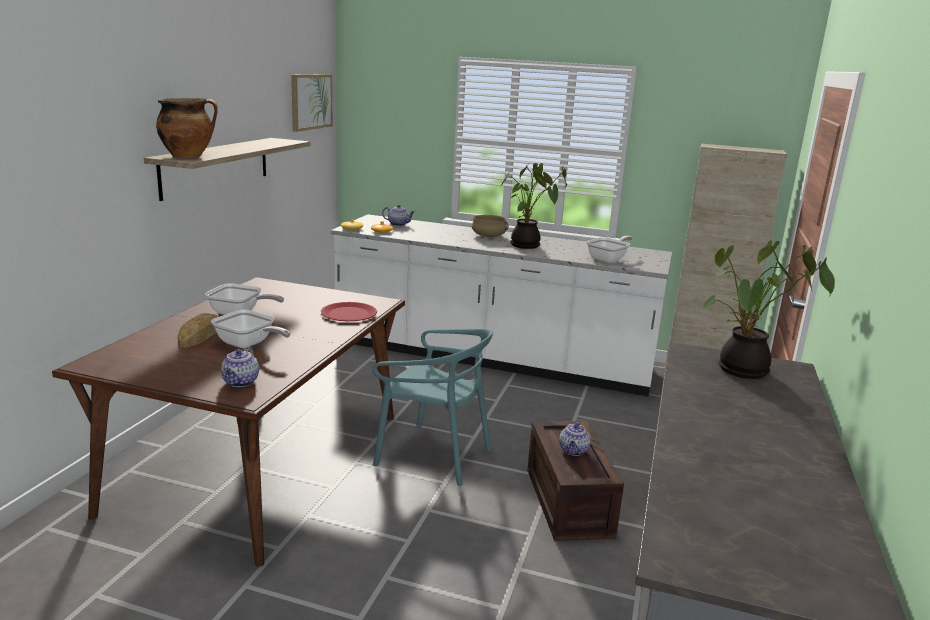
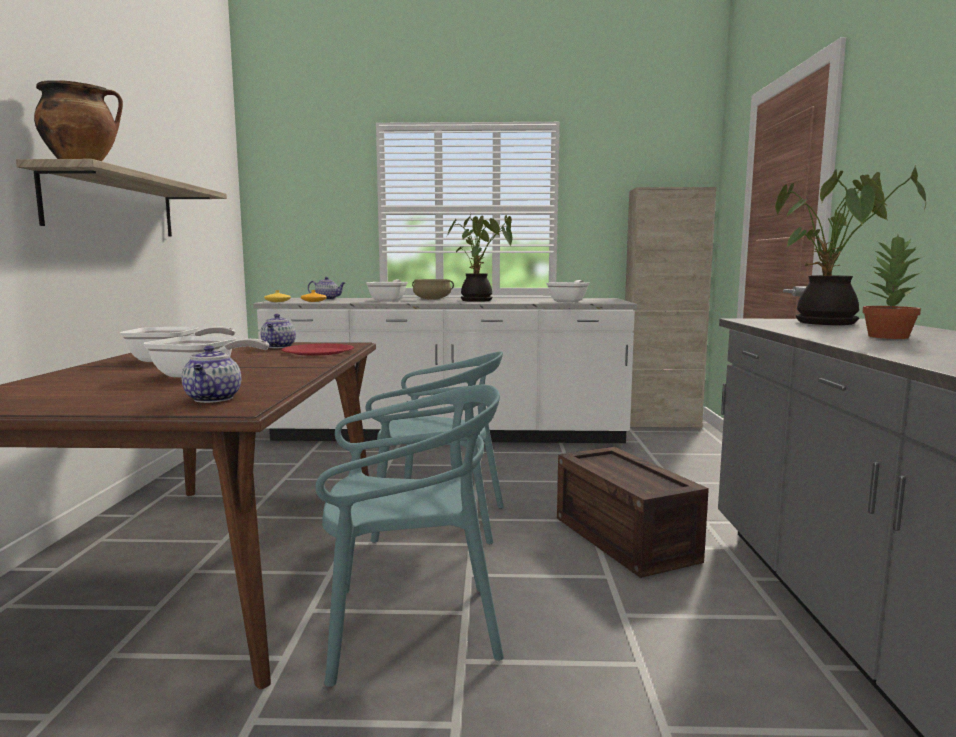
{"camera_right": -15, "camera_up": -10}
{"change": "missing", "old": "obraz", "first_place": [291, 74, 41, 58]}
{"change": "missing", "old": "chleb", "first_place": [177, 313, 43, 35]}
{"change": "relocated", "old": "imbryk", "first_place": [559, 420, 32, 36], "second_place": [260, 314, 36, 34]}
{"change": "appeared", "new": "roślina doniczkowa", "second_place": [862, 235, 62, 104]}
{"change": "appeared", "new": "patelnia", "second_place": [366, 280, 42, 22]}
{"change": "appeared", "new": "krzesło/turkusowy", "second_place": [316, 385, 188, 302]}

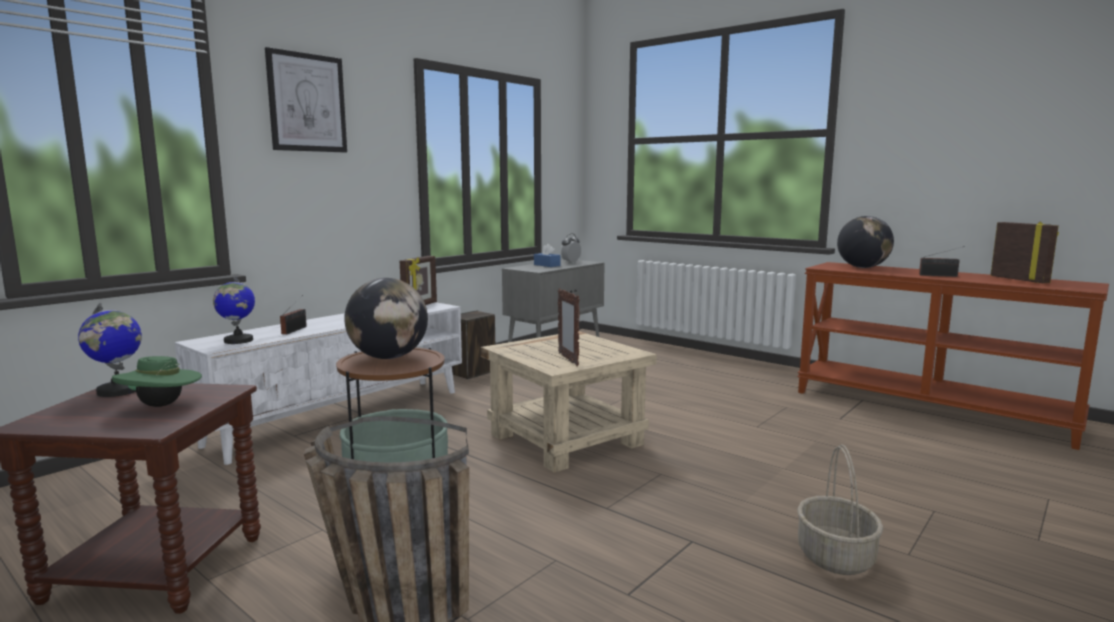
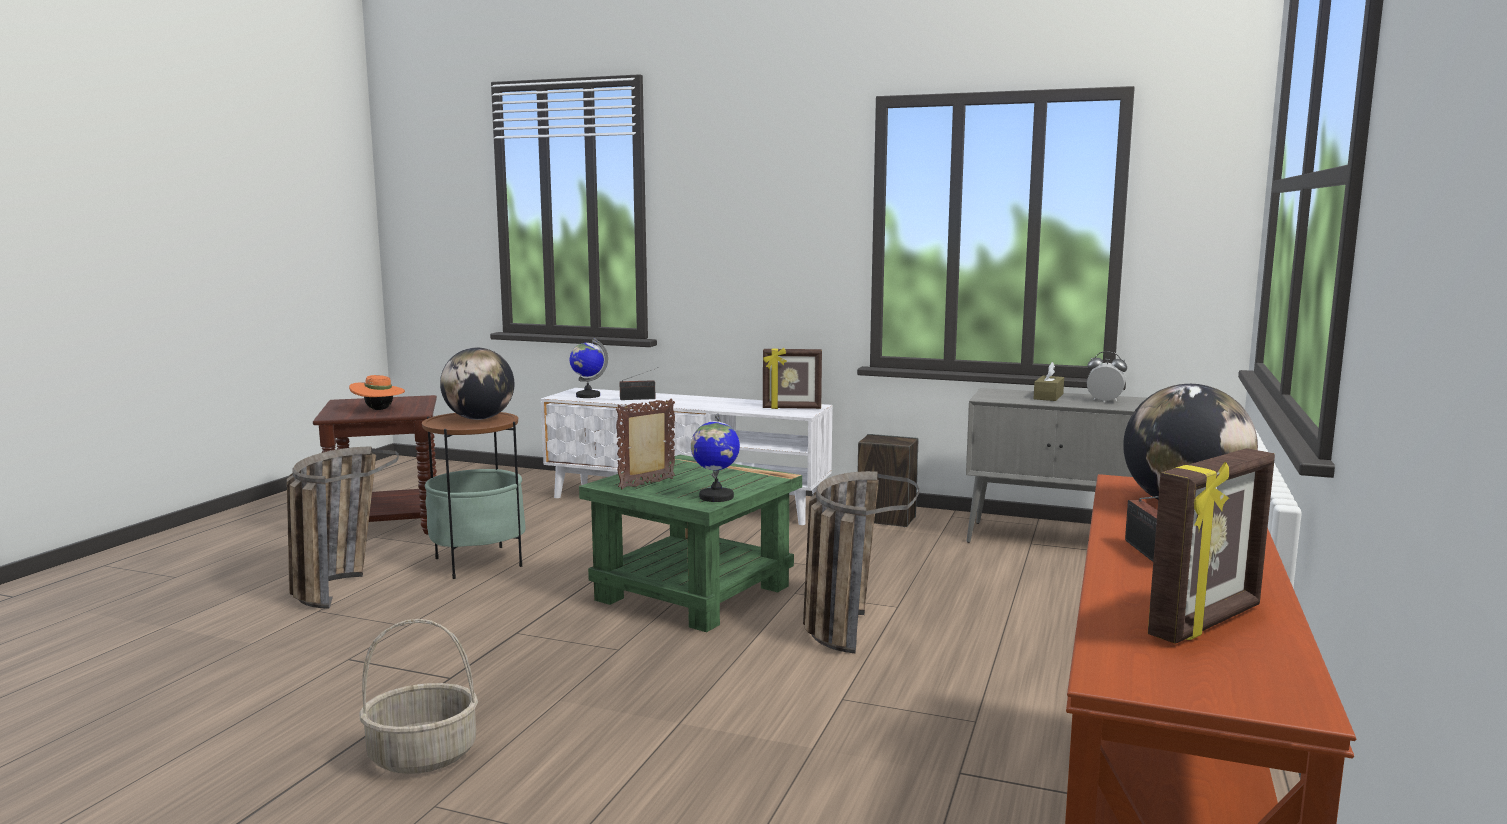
{"camera_right": 70, "camera_up": 0}
{"change": "missing", "old": "obraz", "first_place": [265, 47, 82, 106]}
{"change": "colour", "old": "pudełko chusteczek/niebieski", "new": "pudełko chusteczek/brązowy", "first_place": [534, 244, 26, 23], "second_place": [1034, 362, 30, 39]}
{"change": "relocated", "old": "globus", "first_place": [78, 303, 64, 94], "second_place": [691, 413, 49, 89]}
{"change": "colour", "old": "stolik/beżowy", "new": "stolik/zielony", "first_place": [481, 331, 176, 142], "second_place": [579, 455, 223, 177]}
{"change": "colour", "old": "kapelusz/zielony", "new": "kapelusz/pomarańczowy", "first_place": [112, 356, 90, 51], "second_place": [349, 375, 56, 35]}
{"change": "appeared", "new": "koszyk", "second_place": [803, 471, 116, 183]}

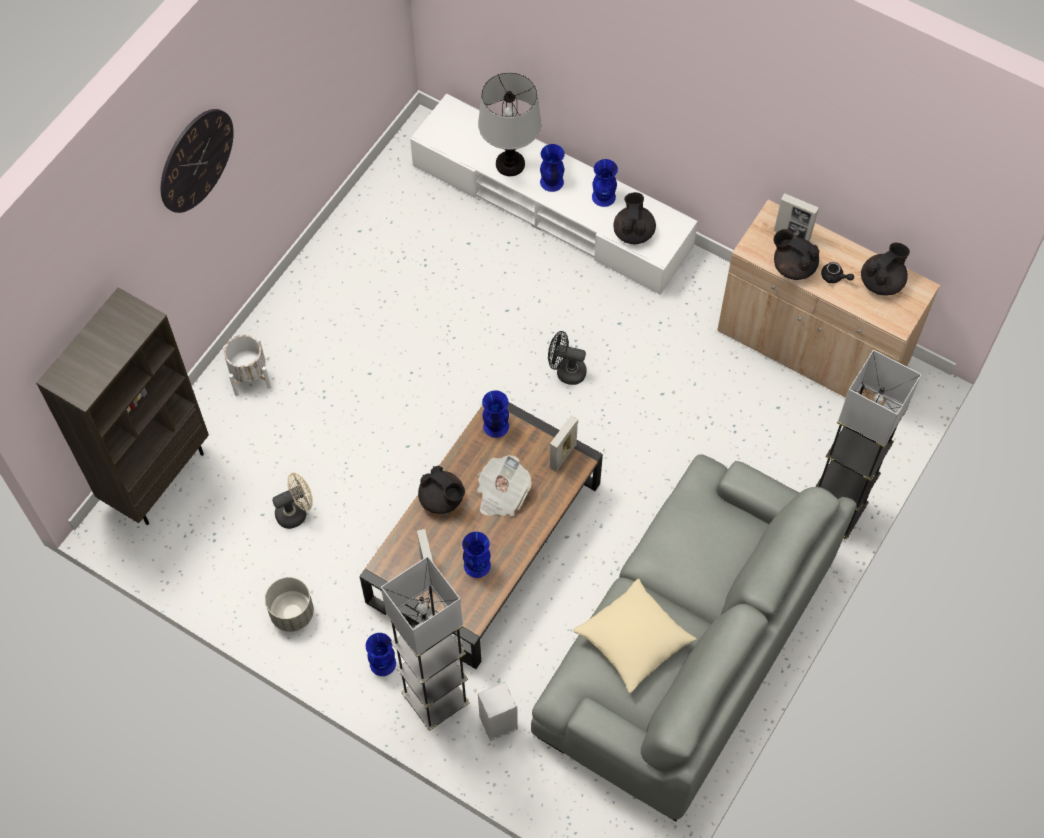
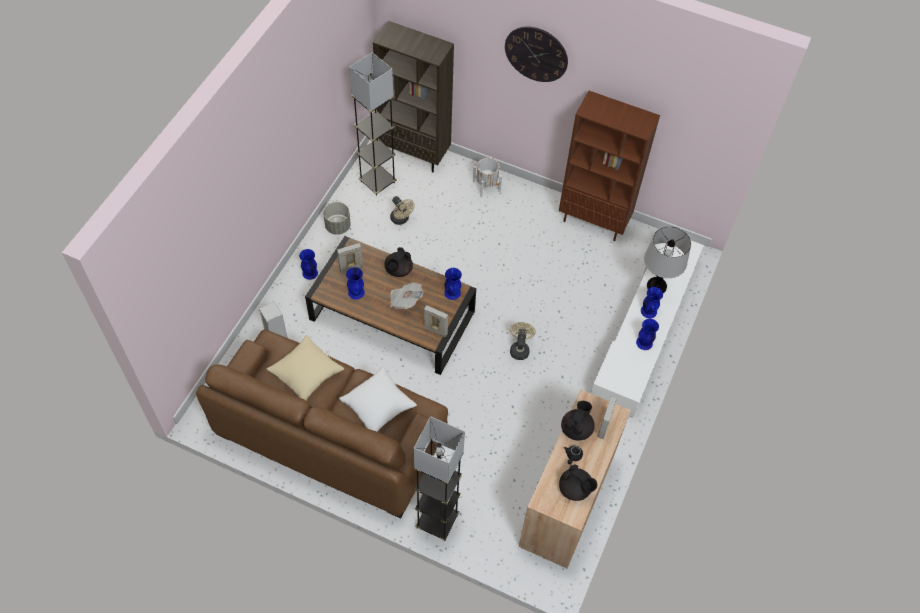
{"camera_right": 80, "camera_up": -5}
{"change": "missing", "old": "imbryk/czarny", "first_place": [613, 192, 43, 52]}
{"change": "colour", "old": "wentylator/czarny", "new": "wentylator/beżowy", "first_place": [548, 331, 39, 54], "second_place": [510, 322, 26, 38]}
{"change": "colour", "old": "kanapa/szary", "new": "kanapa/brązowy", "first_place": [531, 454, 326, 368], "second_place": [196, 329, 252, 189]}
{"change": "relocated", "old": "lampa stojąca/szary", "first_place": [381, 556, 89, 175], "second_place": [349, 52, 48, 144]}
{"change": "appeared", "new": "regał/brązowy", "second_place": [559, 90, 101, 151]}
{"change": "appeared", "new": "poduszka/biały", "second_place": [339, 366, 78, 66]}

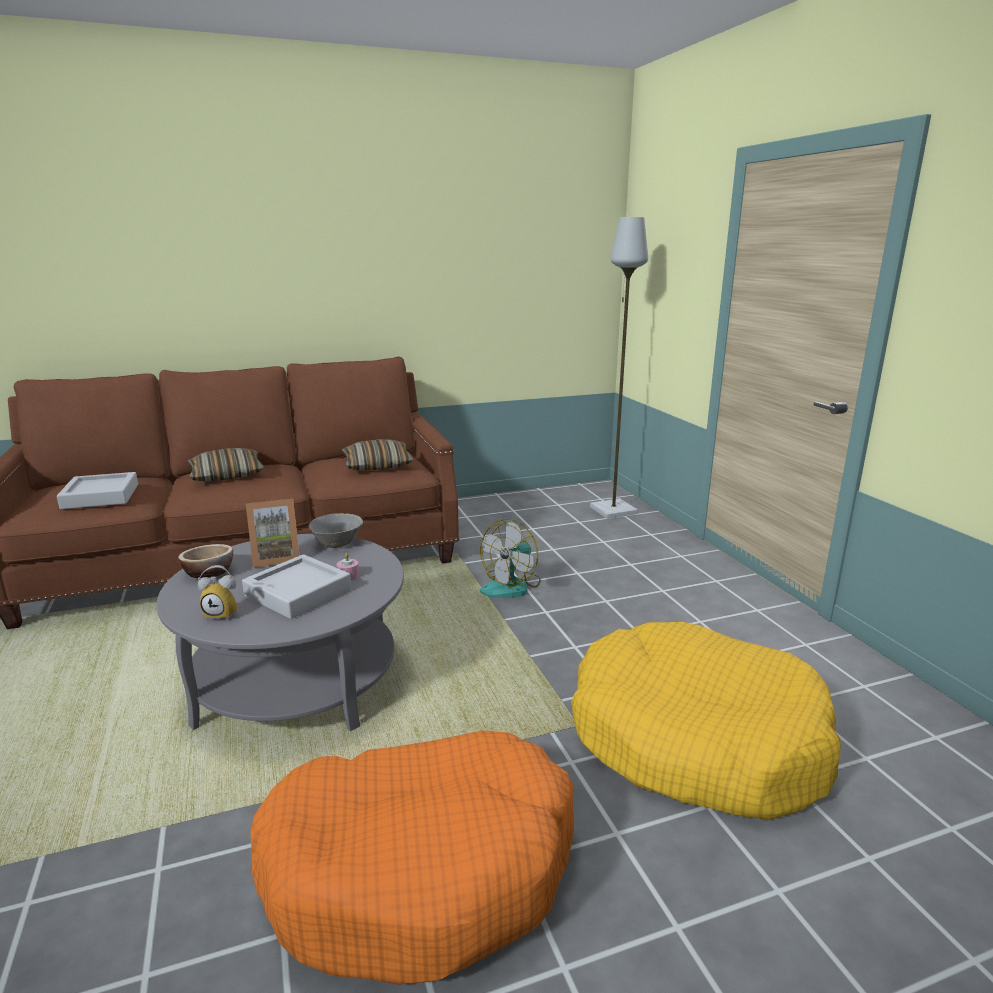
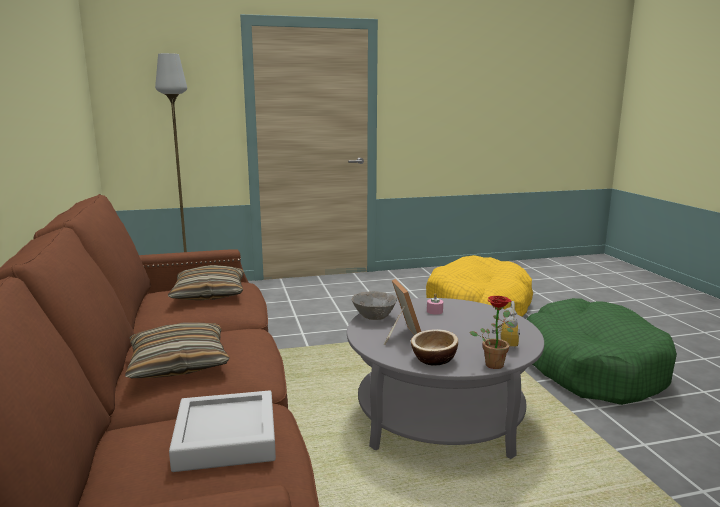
{"camera_right": -85, "camera_up": -5}
{"change": "missing", "old": "wentylator", "first_place": [480, 519, 61, 79]}
{"change": "missing", "old": "taca/szary", "first_place": [242, 554, 109, 65]}
{"change": "colour", "old": "legowisko/pomarańczowy", "new": "legowisko/zielony", "first_place": [250, 731, 324, 254], "second_place": [527, 298, 150, 107]}
{"change": "appeared", "new": "roślina doniczkowa", "second_place": [469, 296, 45, 73]}

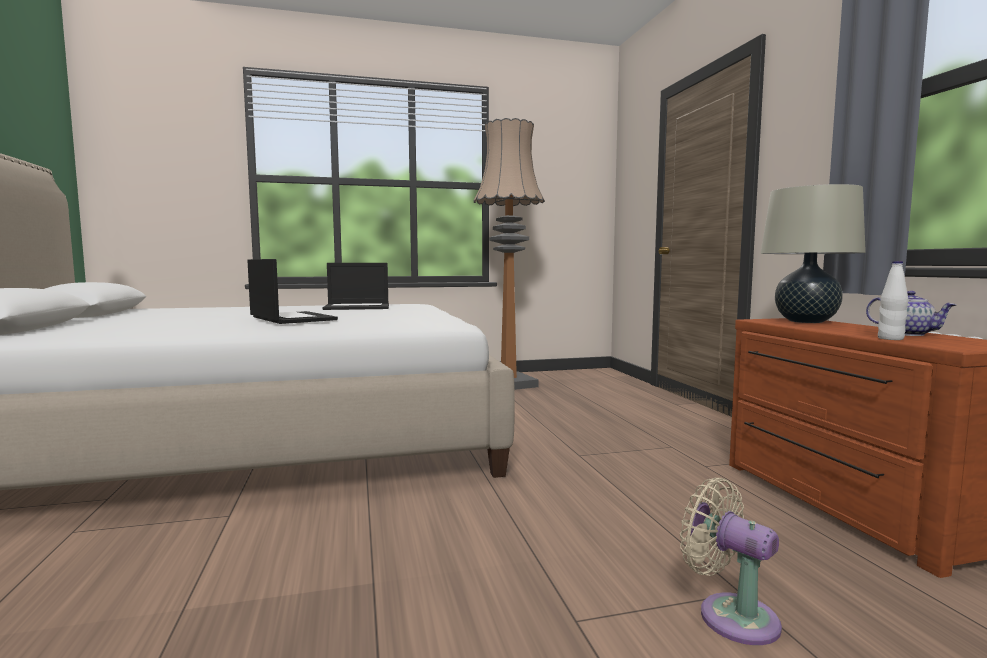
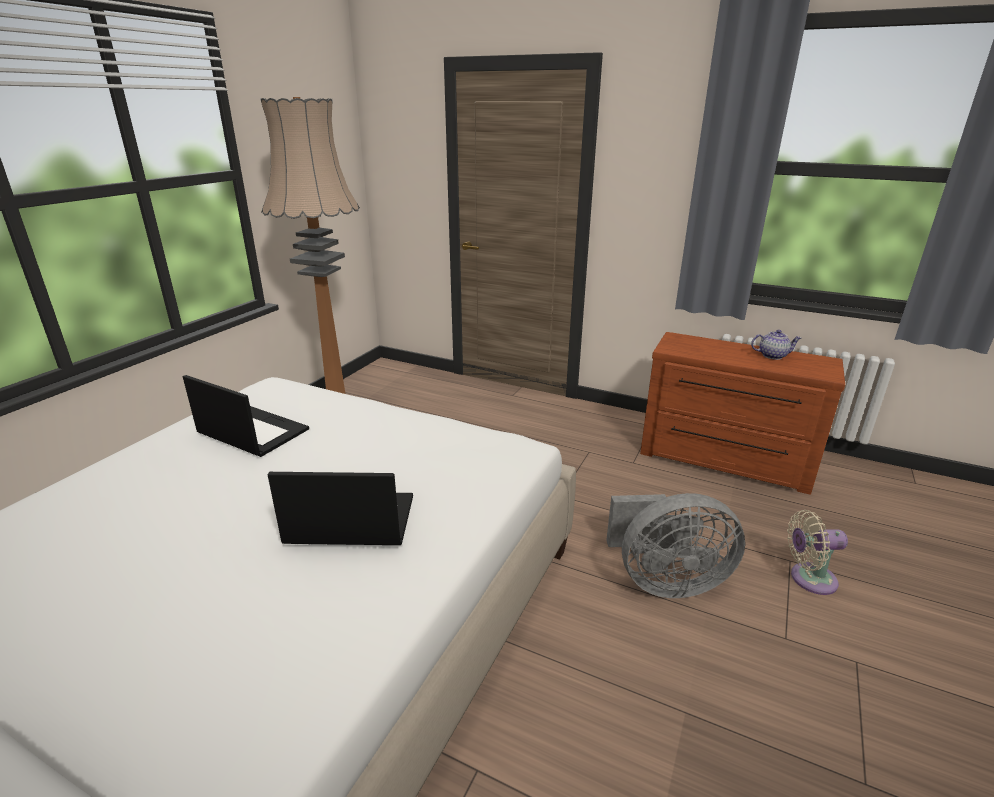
{"camera_right": -50, "camera_up": 20}
{"change": "missing", "old": "lampa stołowa/beżowy", "first_place": [760, 184, 106, 139]}
{"change": "missing", "old": "butelka/biały", "first_place": [878, 261, 30, 79]}
{"change": "spun", "old": "laptop", "first_place": [322, 263, 67, 47], "second_place": [183, 375, 126, 82], "degrees": -90}
{"change": "appeared", "new": "wentylator/szary", "second_place": [606, 493, 139, 105]}

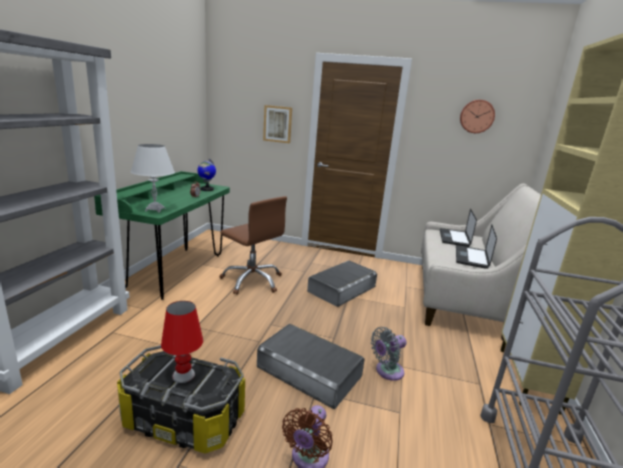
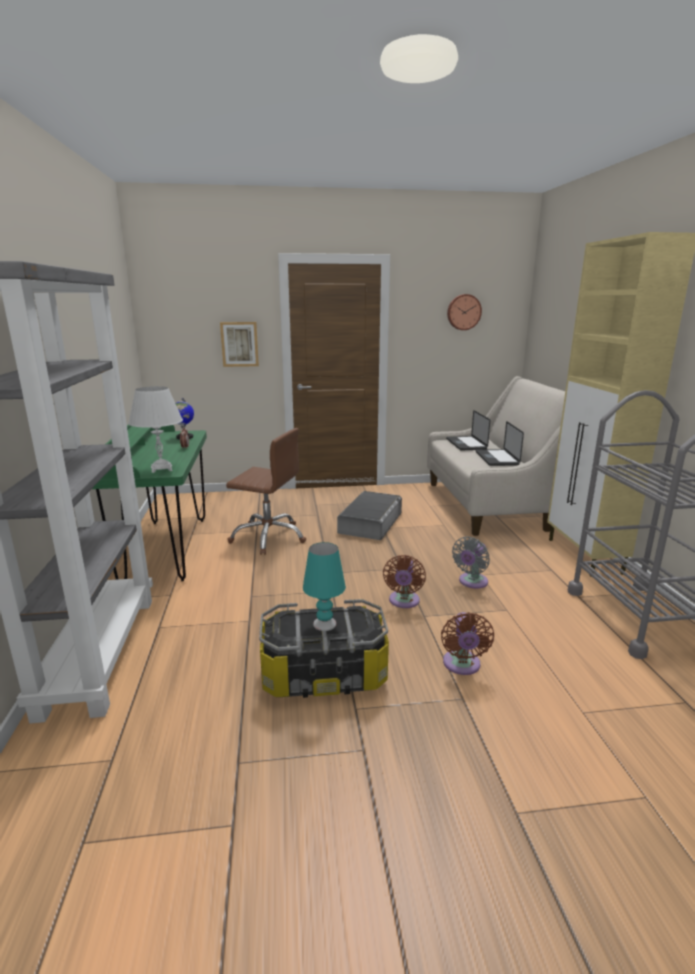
{"camera_right": -20, "camera_up": 0}
{"change": "colour", "old": "lampa stołowa/czerwony", "new": "lampa stołowa/turkusowy", "first_place": [161, 301, 42, 82], "second_place": [303, 542, 43, 89]}
{"change": "exchanged", "old": "pojemnik do przechowywania/szary", "new": "wentylator/brązowy", "first_place": [257, 324, 108, 85], "second_place": [383, 555, 43, 53]}

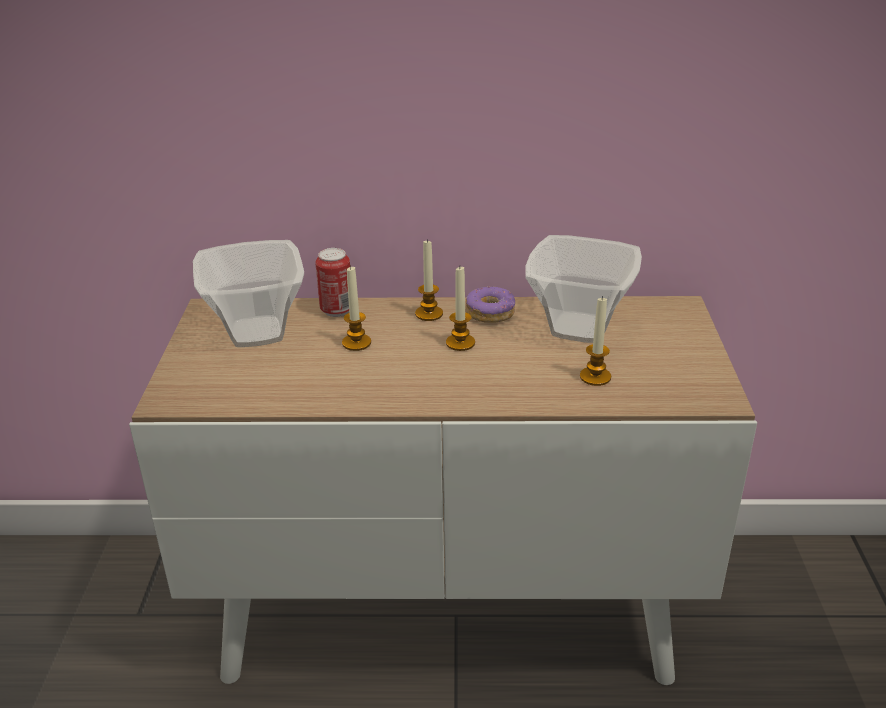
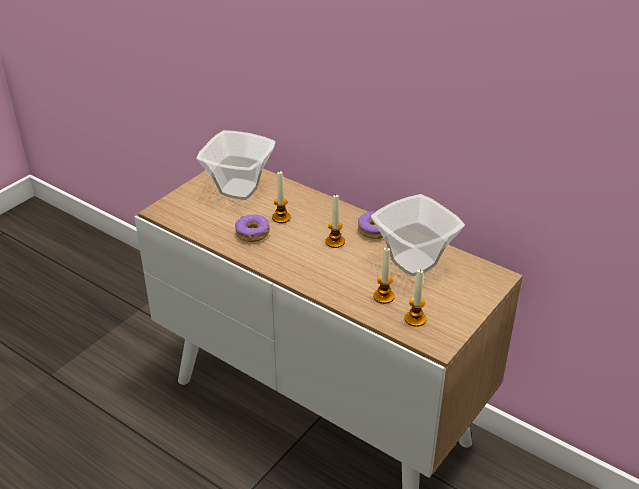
{"camera_right": 35, "camera_up": 5}
{"change": "relocated", "old": "świeca", "first_place": [415, 239, 28, 82], "second_place": [405, 269, 22, 58]}
{"change": "missing", "old": "puszka", "first_place": [315, 248, 35, 69]}
{"change": "appeared", "new": "donut", "second_place": [235, 215, 35, 27]}

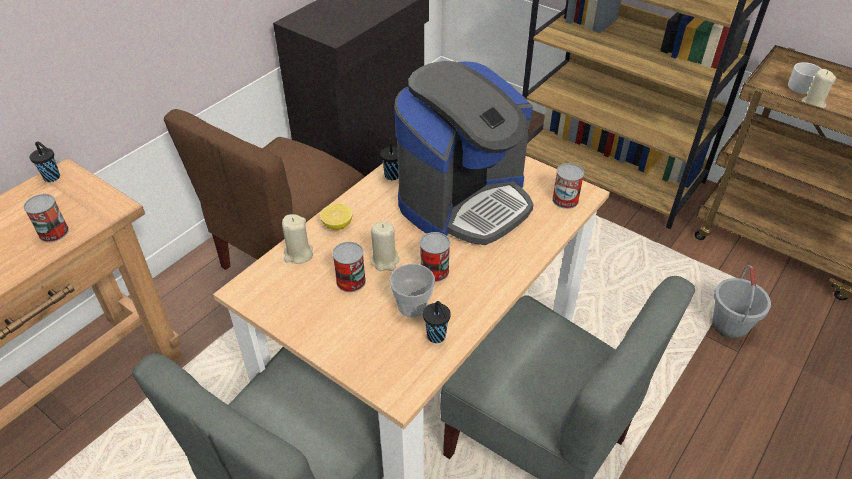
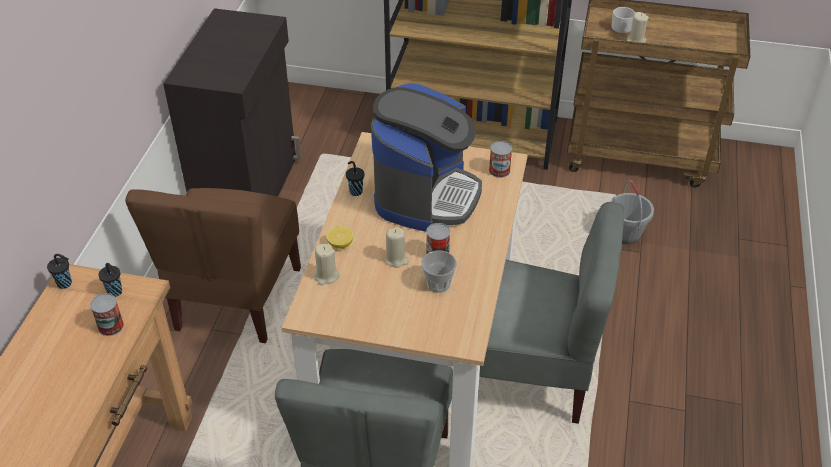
{"camera_right": -25, "camera_up": 0}
{"change": "missing", "old": "puszka", "first_place": [332, 242, 34, 50]}
{"change": "relocated", "old": "filiżanka/czarny", "first_place": [423, 301, 28, 42], "second_place": [98, 263, 24, 34]}

